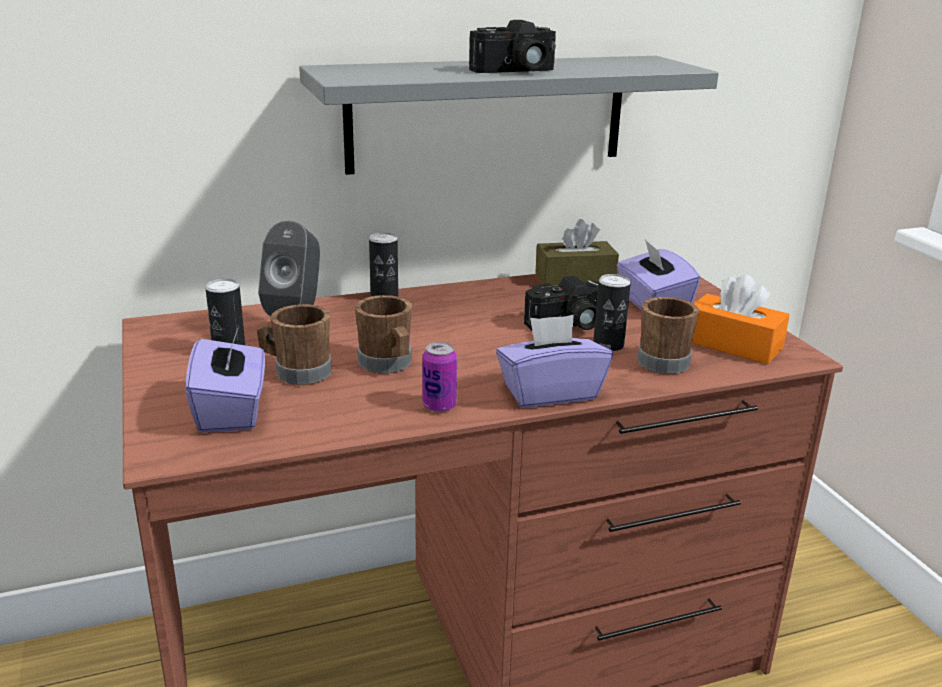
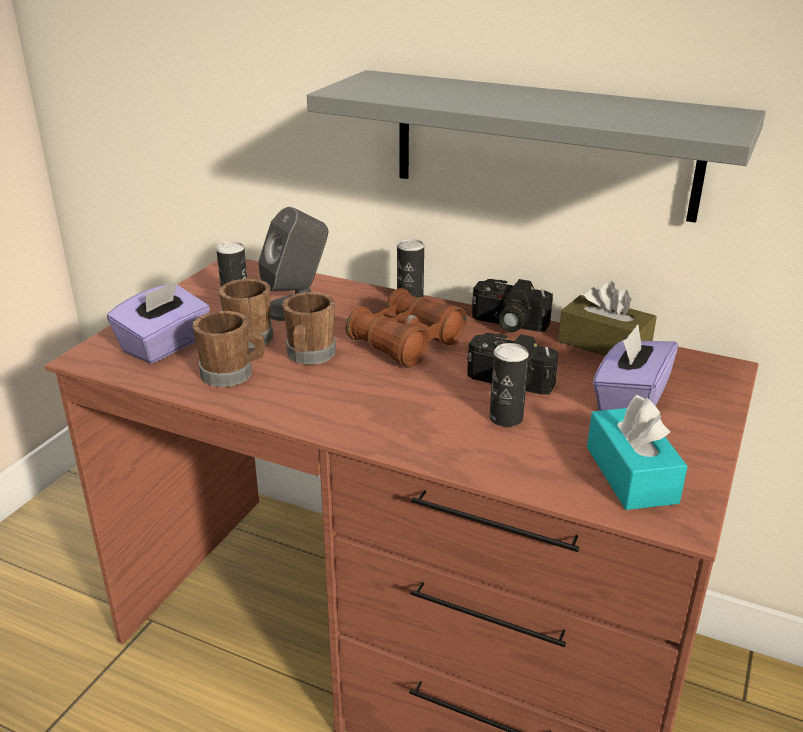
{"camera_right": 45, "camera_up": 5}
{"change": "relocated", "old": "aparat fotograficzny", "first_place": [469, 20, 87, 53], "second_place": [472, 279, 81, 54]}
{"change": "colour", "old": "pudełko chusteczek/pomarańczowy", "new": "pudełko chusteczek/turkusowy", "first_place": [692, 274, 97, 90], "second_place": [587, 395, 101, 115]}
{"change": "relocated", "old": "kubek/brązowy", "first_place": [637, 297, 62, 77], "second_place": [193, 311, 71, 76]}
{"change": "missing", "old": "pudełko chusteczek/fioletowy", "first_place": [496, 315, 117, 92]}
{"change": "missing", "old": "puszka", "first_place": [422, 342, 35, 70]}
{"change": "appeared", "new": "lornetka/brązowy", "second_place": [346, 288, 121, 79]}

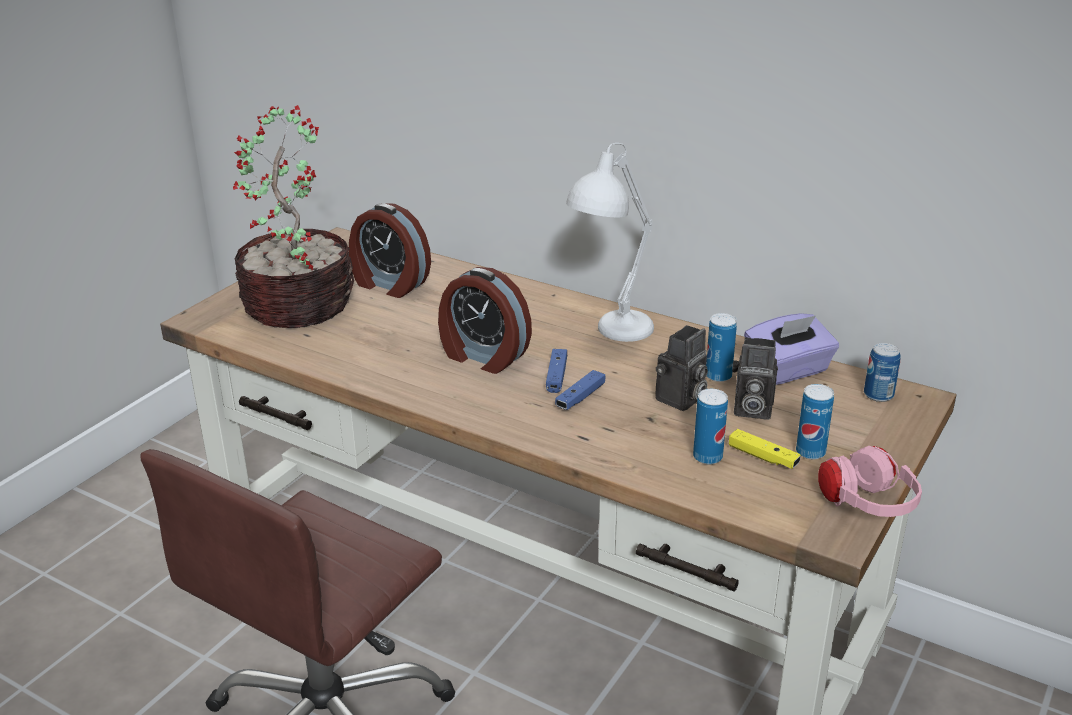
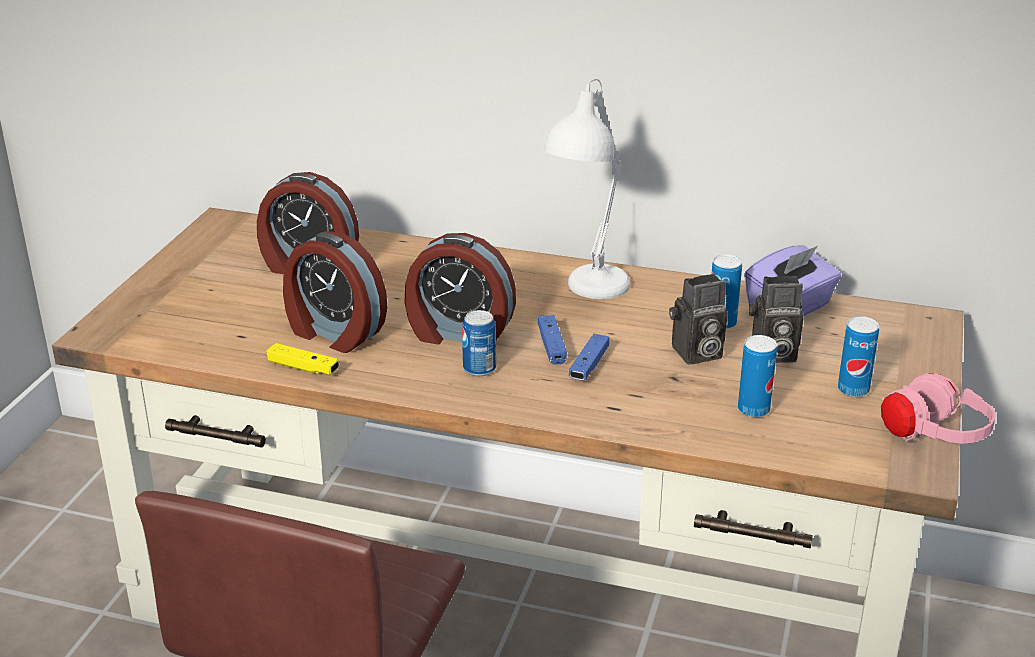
{"camera_right": -15, "camera_up": 0}
{"change": "missing", "old": "roślina doniczkowa", "first_place": [233, 105, 121, 223]}
{"change": "spun", "old": "aparat fotograficzny", "first_place": [655, 325, 53, 86], "second_place": [669, 274, 58, 90], "degrees": 45}
{"change": "relocated", "old": "puszka", "first_place": [864, 343, 37, 59], "second_place": [462, 310, 34, 66]}
{"change": "relocated", "old": "pad do gier/żółty", "first_place": [729, 429, 72, 40], "second_place": [267, 343, 72, 32]}
{"change": "appeared", "new": "budzik", "second_place": [283, 231, 105, 122]}

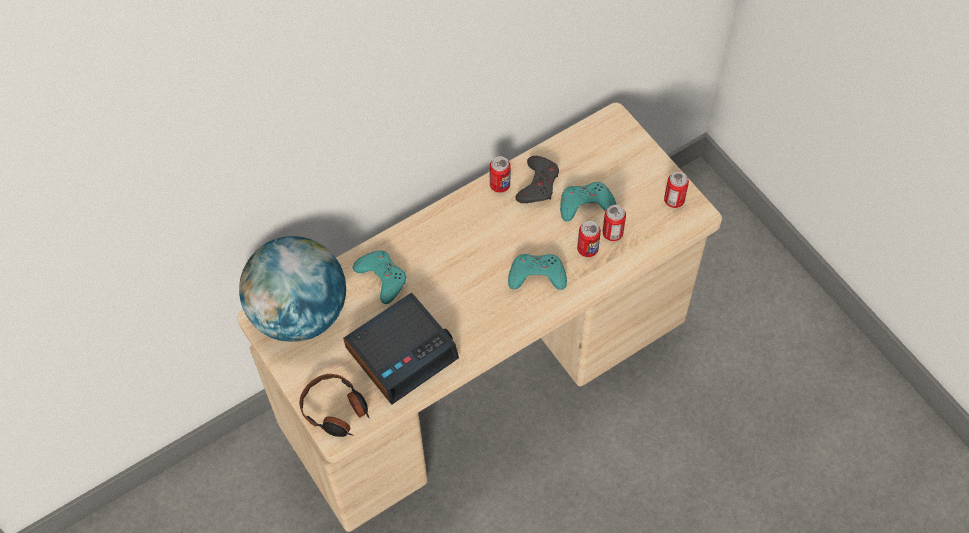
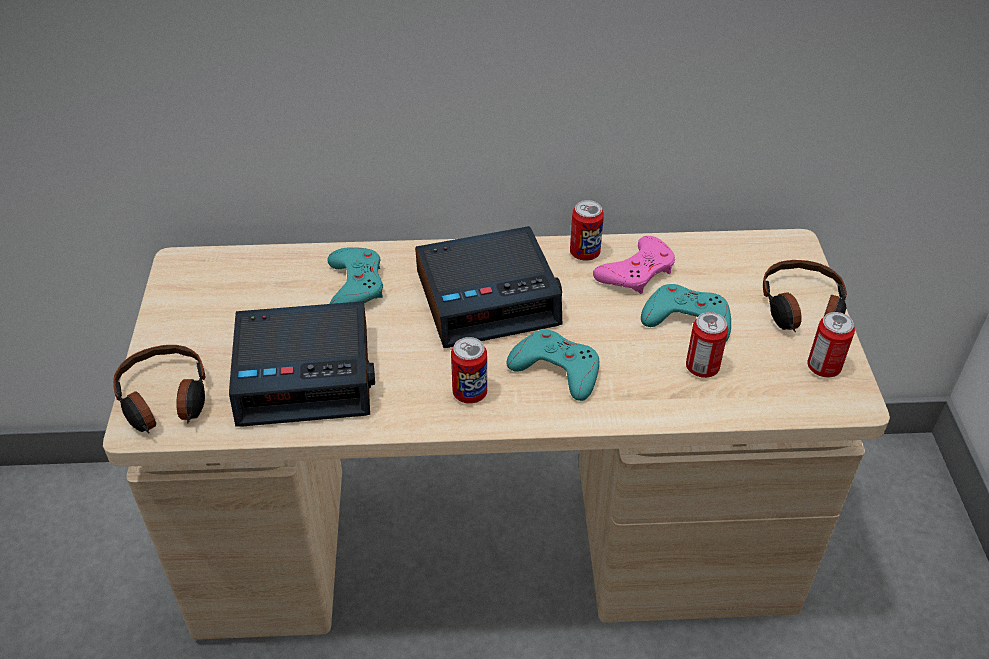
{"camera_right": 30, "camera_up": -15}
{"change": "colour", "old": "pad do gier/szary", "new": "pad do gier/różowy", "first_place": [515, 156, 44, 47], "second_place": [593, 236, 82, 58]}
{"change": "relocated", "old": "puszka", "first_place": [577, 221, 24, 36], "second_place": [451, 337, 36, 67]}
{"change": "missing", "old": "globus", "first_place": [239, 236, 107, 106]}
{"change": "appeared", "new": "budzik", "second_place": [415, 226, 147, 122]}
{"change": "appeared", "new": "słuchawki", "second_place": [763, 260, 84, 72]}

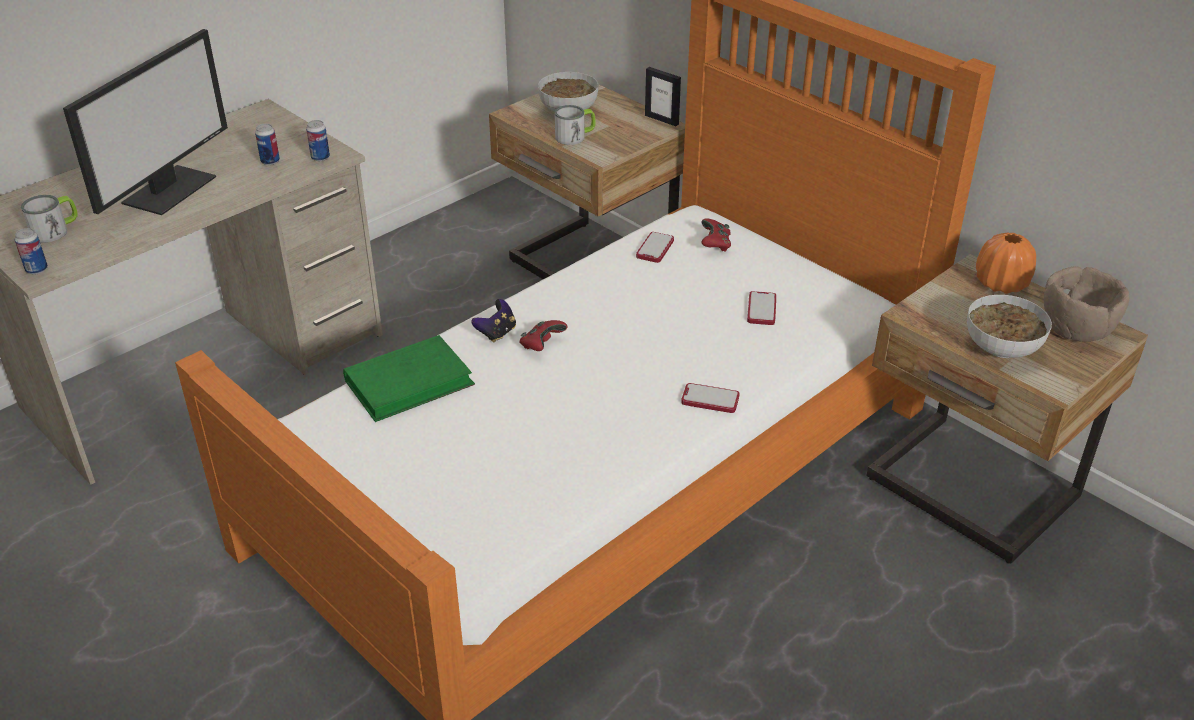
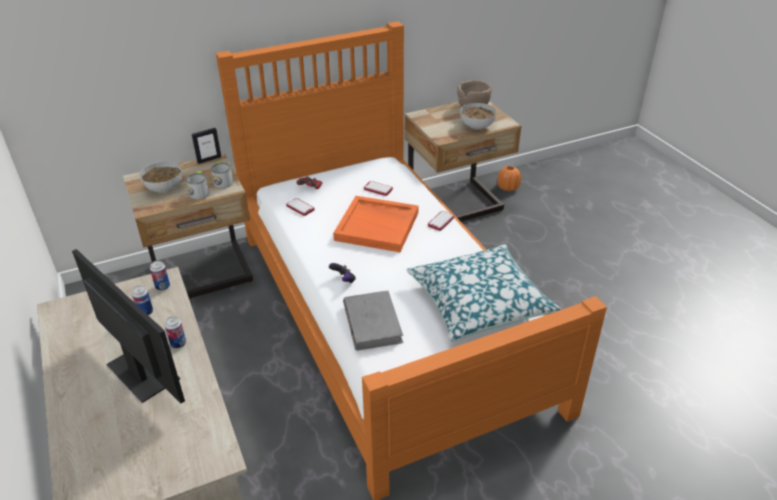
{"camera_right": -70, "camera_up": 0}
{"change": "relocated", "old": "kubek", "first_place": [21, 195, 57, 48], "second_place": [211, 161, 22, 28]}
{"change": "relocated", "old": "puszka", "first_place": [15, 228, 33, 46], "second_place": [165, 316, 21, 33]}
{"change": "relocated", "old": "wazon/pomarańczowy", "first_place": [976, 233, 60, 61], "second_place": [497, 166, 24, 25]}
{"change": "missing", "old": "pad do gier/czerwony", "first_place": [519, 320, 48, 31]}
{"change": "colour", "old": "książka/zielony", "new": "książka/szary", "first_place": [343, 335, 132, 87], "second_place": [343, 291, 60, 60]}
{"change": "appeared", "new": "taca/pomarańczowy", "second_place": [333, 196, 85, 56]}
{"change": "appeared", "new": "poduszka", "second_place": [407, 244, 154, 97]}

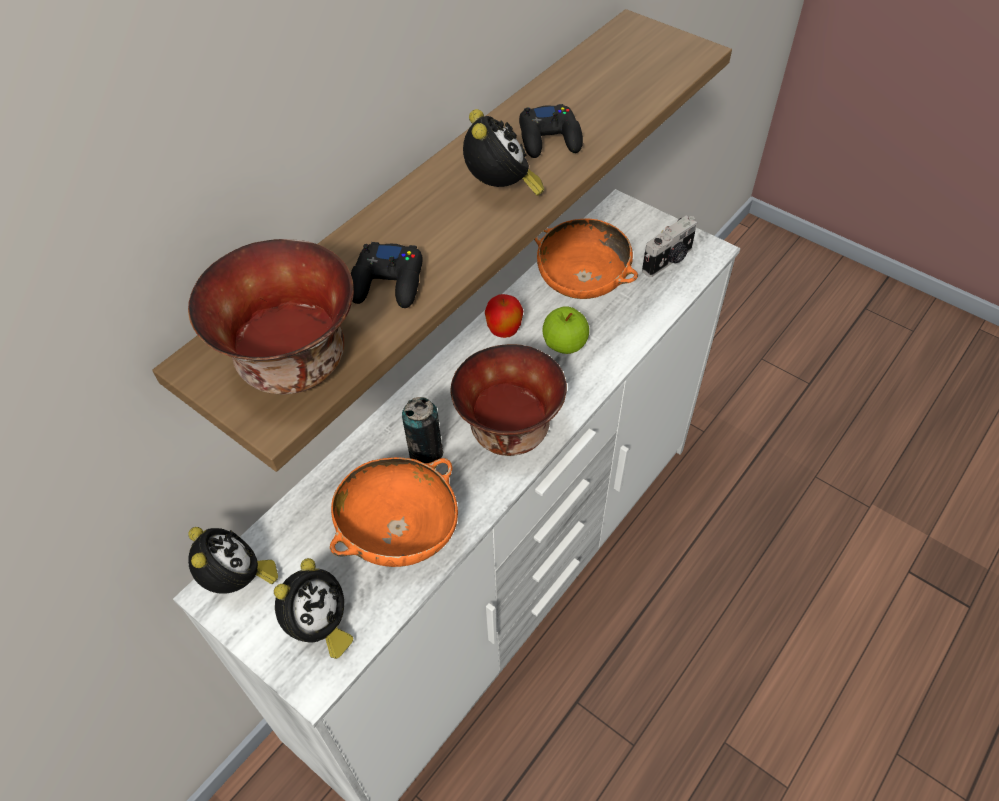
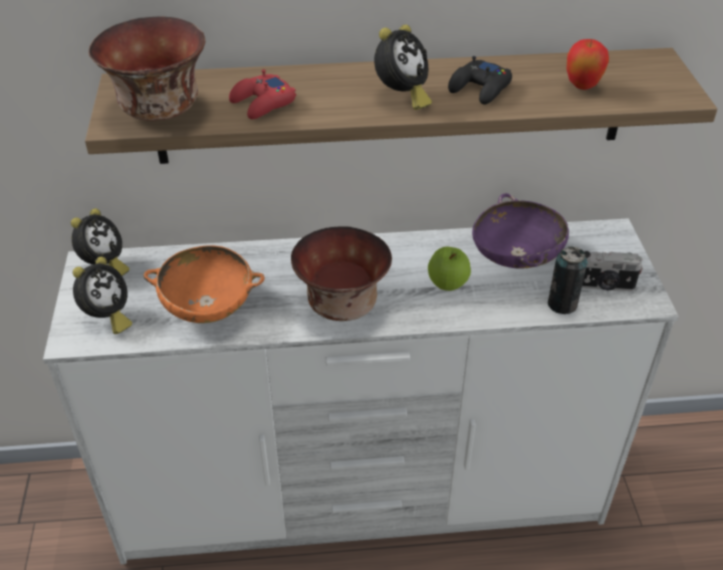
{"camera_right": 45, "camera_up": -10}
{"change": "colour", "old": "miska/pomarańczowy", "new": "miska/fioletowy", "first_place": [534, 219, 104, 80], "second_place": [472, 193, 97, 75]}
{"change": "colour", "old": "pad do gier/czarny", "new": "pad do gier/czerwony", "first_place": [351, 242, 72, 66], "second_place": [229, 69, 67, 50]}
{"change": "relocated", "old": "jabłko", "first_place": [485, 294, 38, 44], "second_place": [566, 39, 43, 51]}
{"change": "relocated", "old": "puszka", "first_place": [402, 397, 41, 66], "second_place": [548, 246, 40, 68]}
{"change": "spun", "old": "budzik", "first_place": [274, 558, 79, 101], "second_place": [73, 257, 59, 77], "degrees": -45}

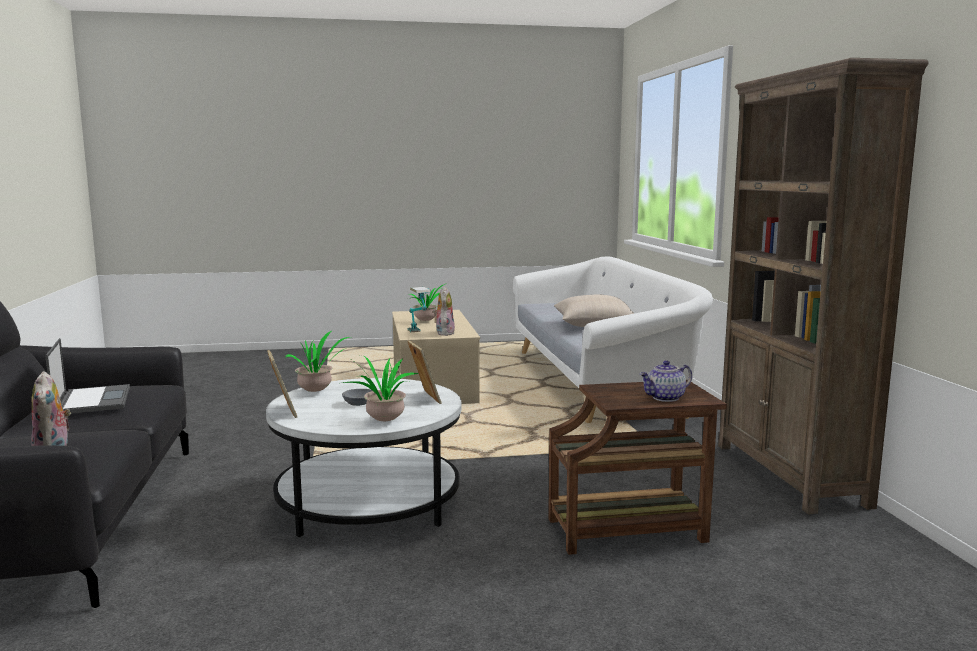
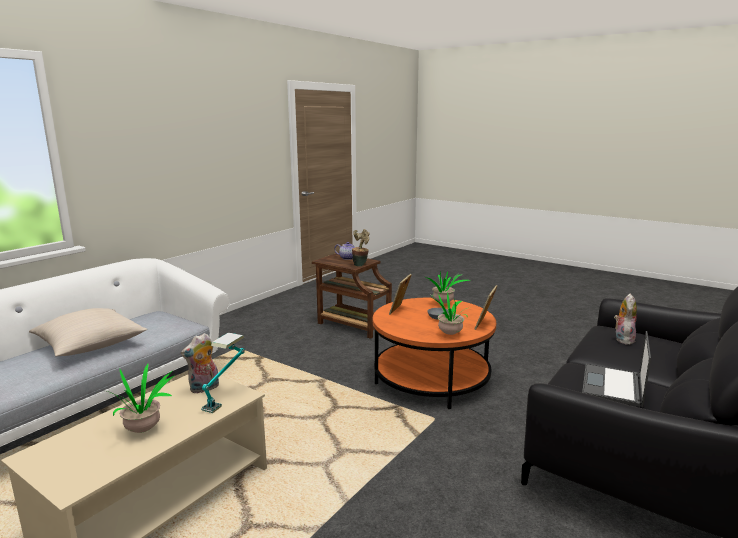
{"camera_right": -135, "camera_up": 5}
{"change": "missing", "old": "regał/brązowy", "first_place": [718, 58, 211, 457]}
{"change": "colour", "old": "ława/biały", "new": "ława/pomarańczowy", "first_place": [266, 378, 196, 159], "second_place": [373, 298, 123, 111]}
{"change": "appeared", "new": "roślina doniczkowa", "second_place": [352, 229, 17, 37]}

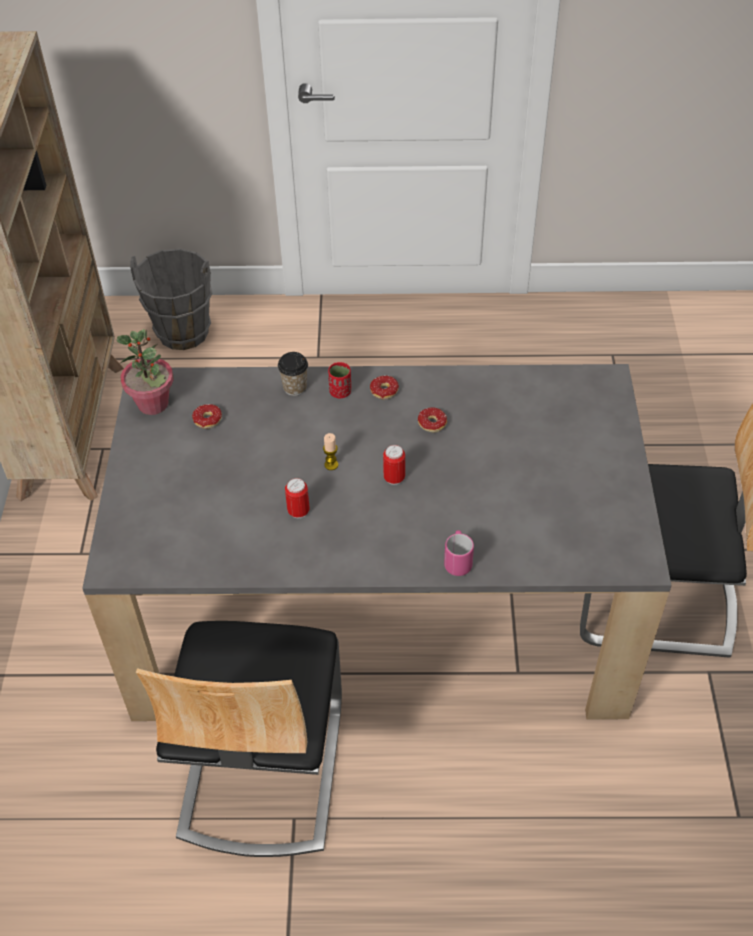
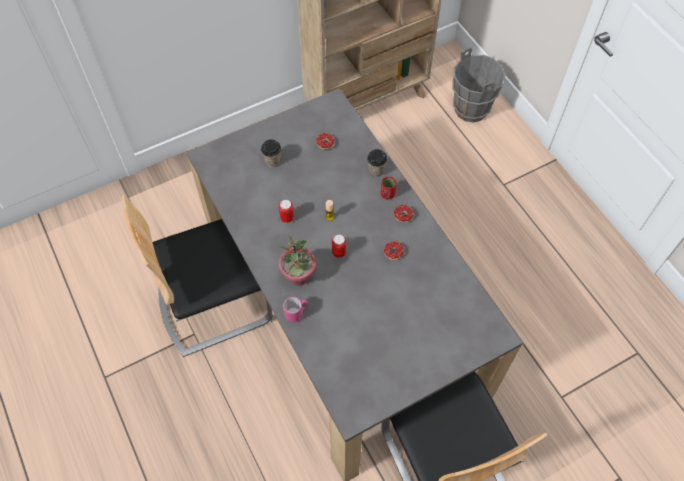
{"camera_right": 60, "camera_up": 10}
{"change": "relocated", "old": "roślina doniczkowa", "first_place": [117, 329, 57, 86], "second_place": [277, 234, 39, 52]}
{"change": "appeared", "new": "filiżanka", "second_place": [261, 140, 20, 27]}

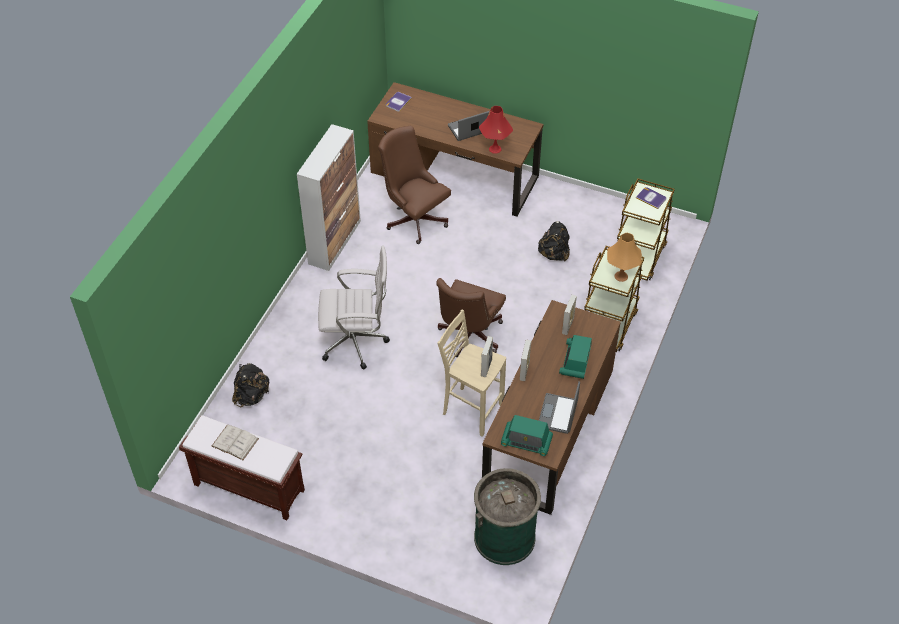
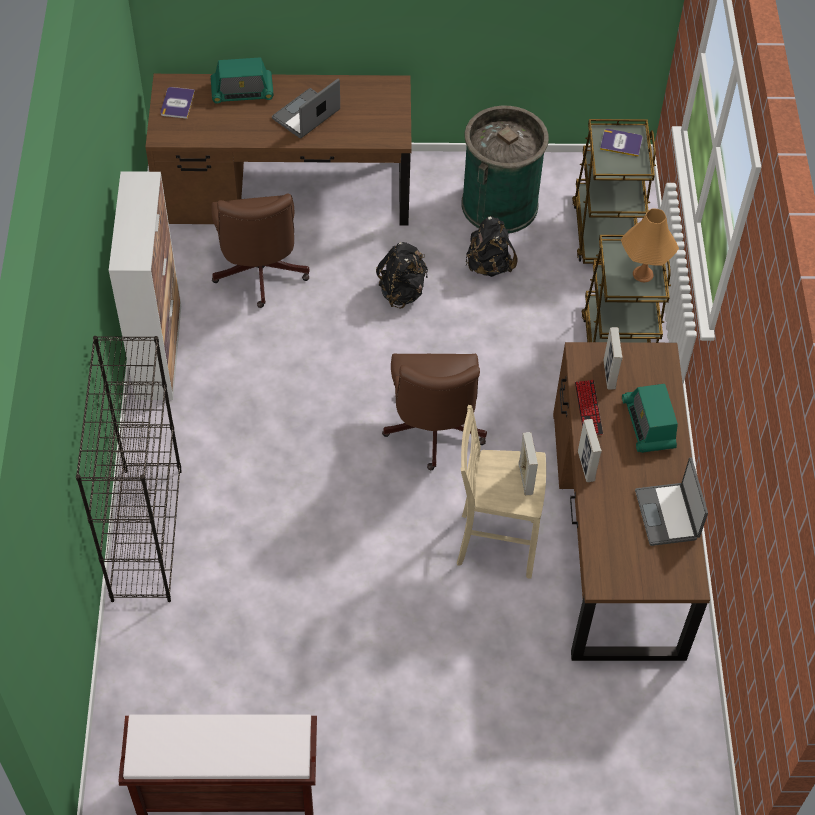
{"camera_right": -25, "camera_up": 5}
{"change": "missing", "old": "lampa stołowa/czerwony", "first_place": [479, 106, 34, 48]}
{"change": "spun", "old": "krzesło biurowe/brązowy", "first_place": [378, 126, 73, 118], "second_place": [212, 194, 98, 114], "degrees": -120}
{"change": "missing", "old": "krzesło biurowe/biały", "first_place": [318, 246, 72, 123]}
{"change": "relocated", "old": "plecak/czarny", "first_place": [232, 363, 38, 44], "second_place": [376, 242, 52, 67]}
{"change": "relocated", "old": "radio", "first_place": [501, 415, 52, 41], "second_place": [211, 57, 63, 47]}
{"change": "missing", "old": "książka/biały", "first_place": [212, 424, 47, 36]}
{"change": "relocated", "old": "kosz na śmieci/zielony", "first_place": [474, 468, 67, 97], "second_place": [462, 106, 87, 128]}
{"change": "appeared", "new": "regał/czarny", "second_place": [76, 336, 106, 266]}
{"change": "appeared", "new": "klawiatura", "second_place": [575, 380, 28, 55]}

